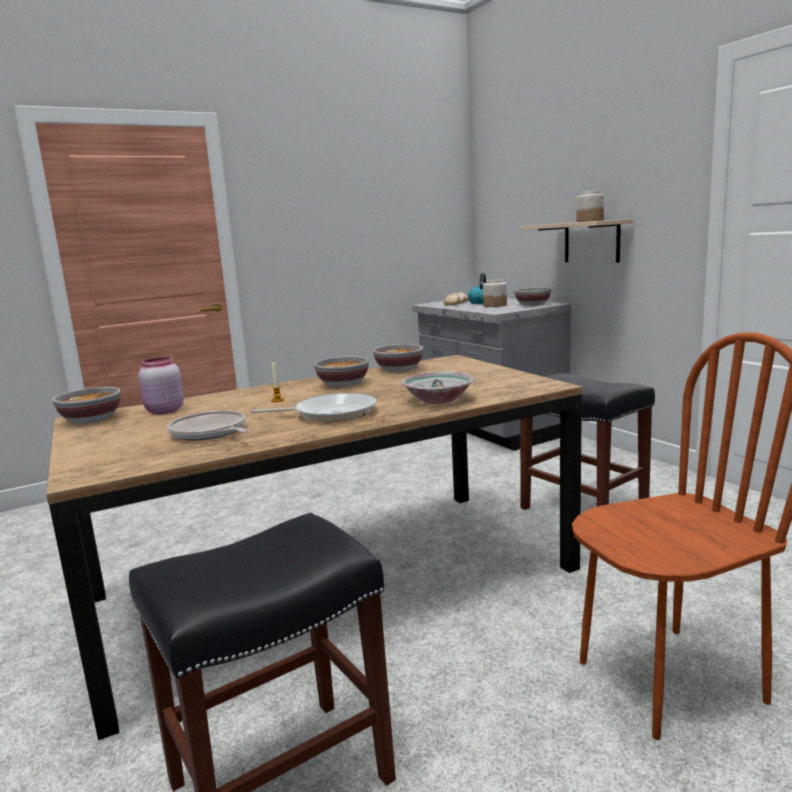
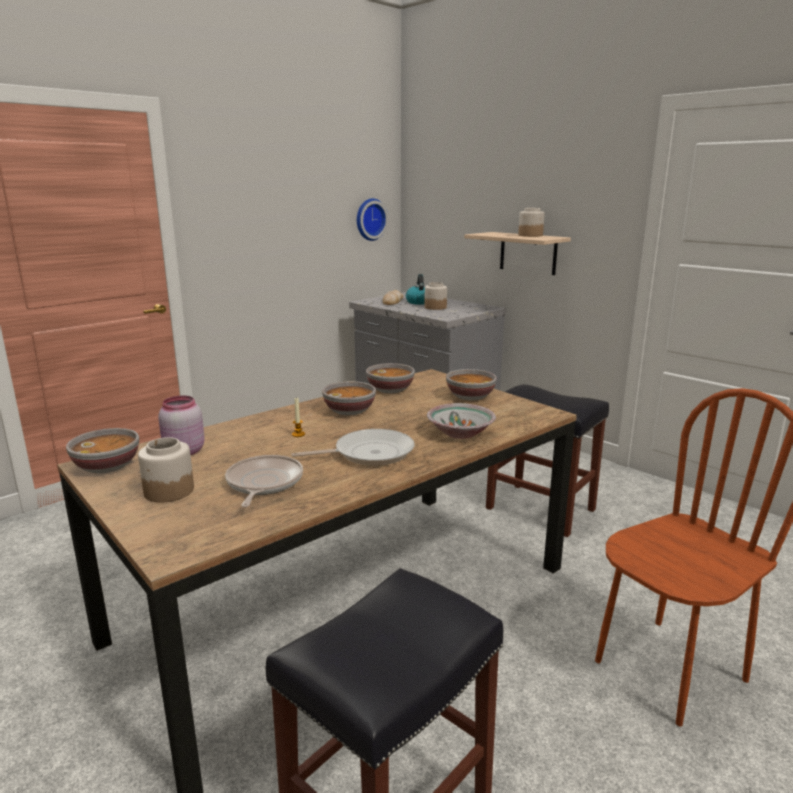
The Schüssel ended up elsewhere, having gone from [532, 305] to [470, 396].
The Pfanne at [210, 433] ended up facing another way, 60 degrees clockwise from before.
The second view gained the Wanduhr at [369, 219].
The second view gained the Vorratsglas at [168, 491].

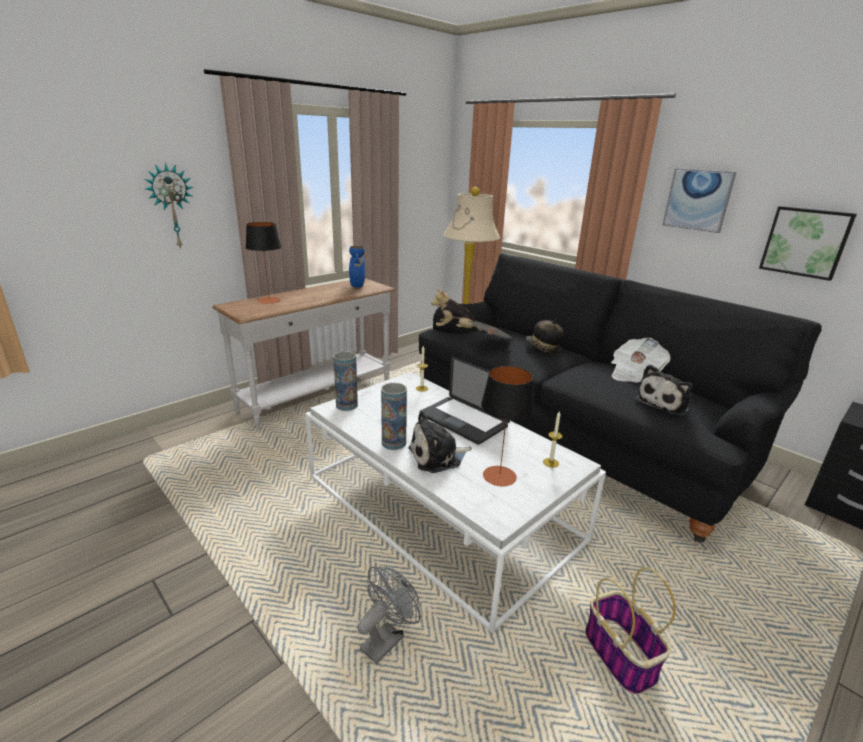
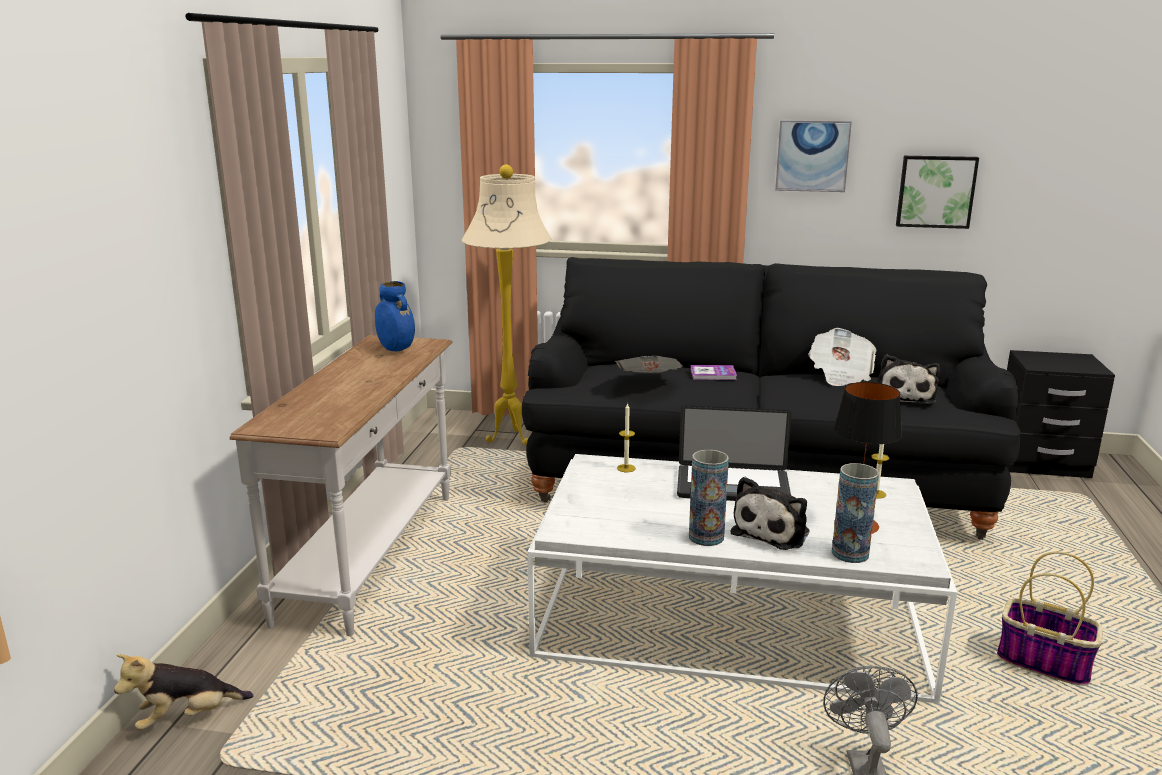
The second view lost the Wanduhr at [171, 207].
The second view lost the Tischlampe at [269, 300].
The Plüschtier ended up elsewhere, having gone from [457, 331] to [187, 718].
Where the Hut stood at [542, 348], the Buch came to stand at [713, 374].
The Vase ended up elsewhere, having gone from [346, 405] to [850, 553].

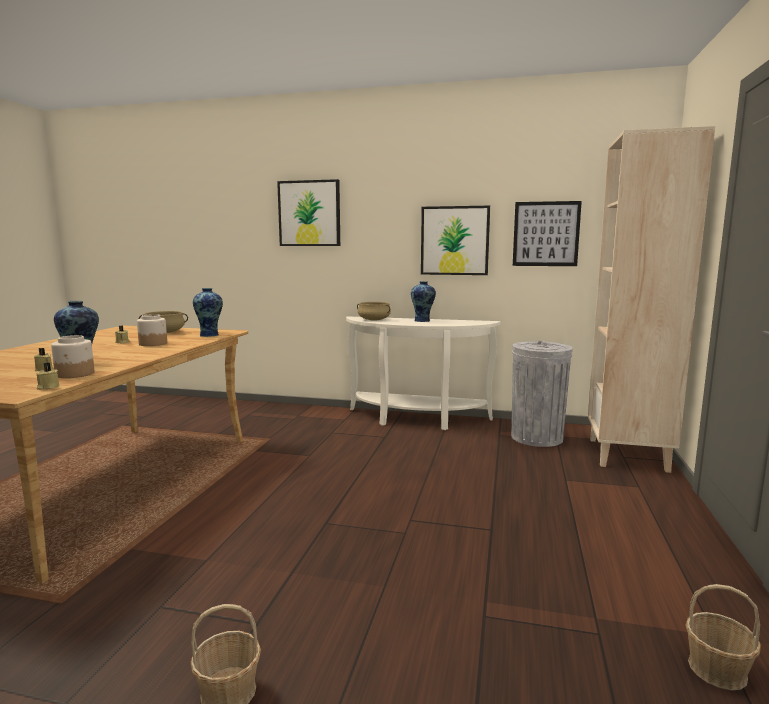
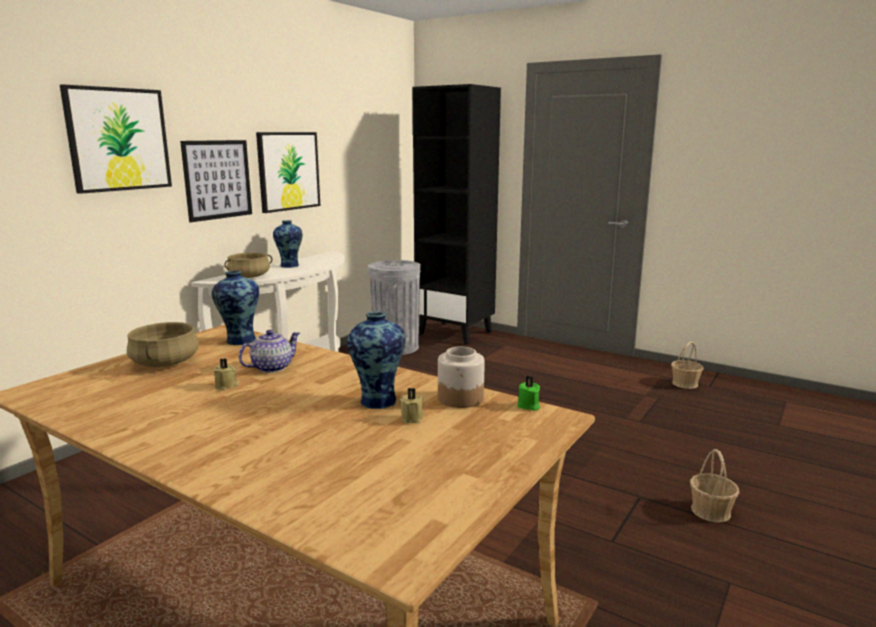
What was the Bücherregal (beige) at [628, 455] turned into the Bücherregal (schwarz) at [455, 333].
The Bild ended up elsewhere, having gone from [546, 234] to [217, 179].
Where the Vorratsglas stood at [153, 344], the Teekanne came to stand at [271, 368].
What was the Kerze (beige) at [48, 387] turned into the Kerze (grün) at [528, 406].

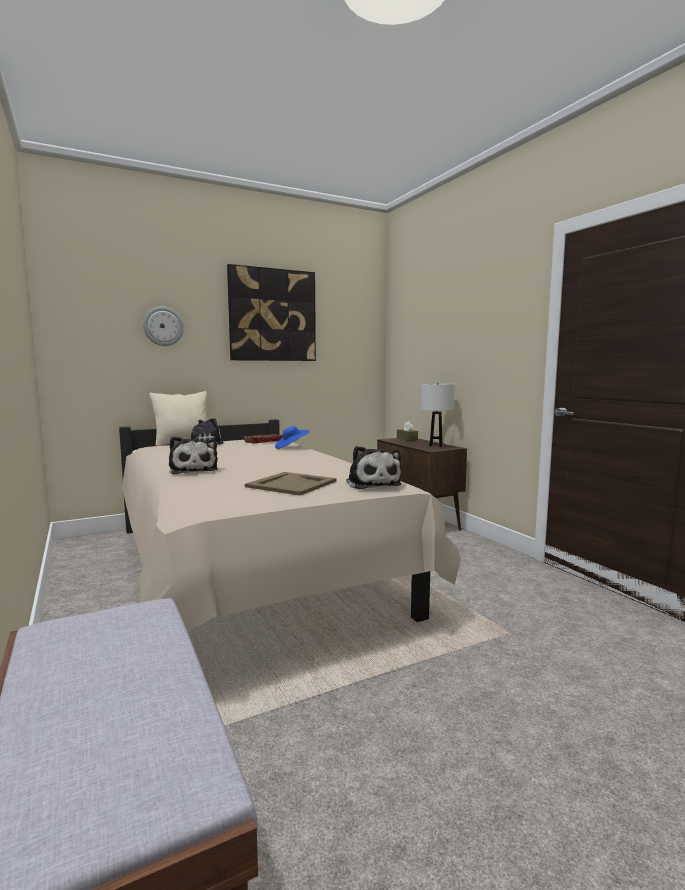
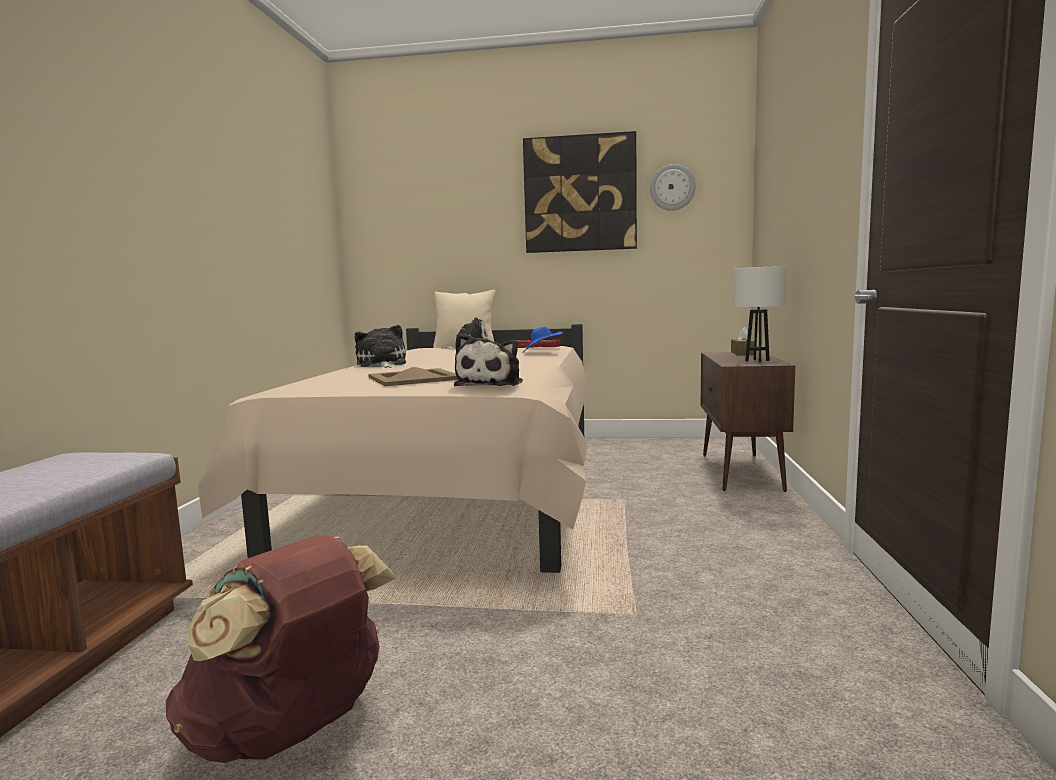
The Wanduhr ended up elsewhere, having gone from [163, 326] to [672, 187].
The Plüschtier at [193, 470] ended up facing another way, 150 degrees clockwise from before.
The second view gained the Rucksack (braun) at [292, 732].

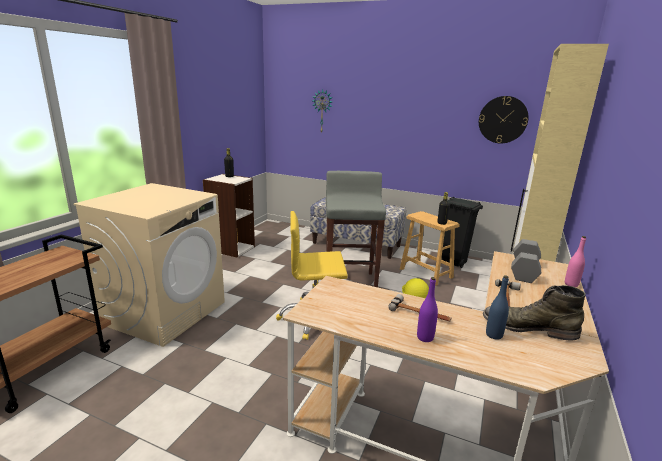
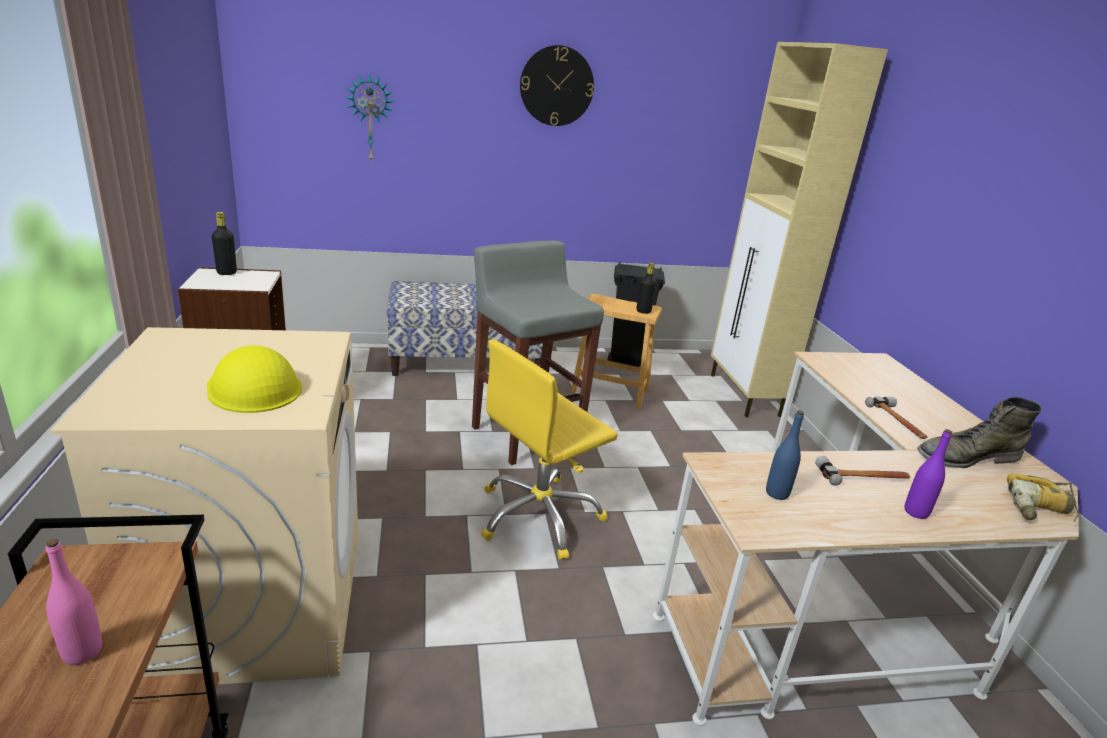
The Wanduhr ended up elsewhere, having gone from [503, 119] to [556, 86].
The Flasche (rosa) ended up elsewhere, having gone from [571, 284] to [82, 652].
The second view lost the Hantel (grau) at [525, 271].
The Flasche (blau) ended up elsewhere, having gone from [494, 335] to [777, 493].
The Schutzhelm (gelb) ended up elsewhere, having gone from [415, 292] to [254, 388].
The second view gained the Bohrmaschine at [1041, 508].

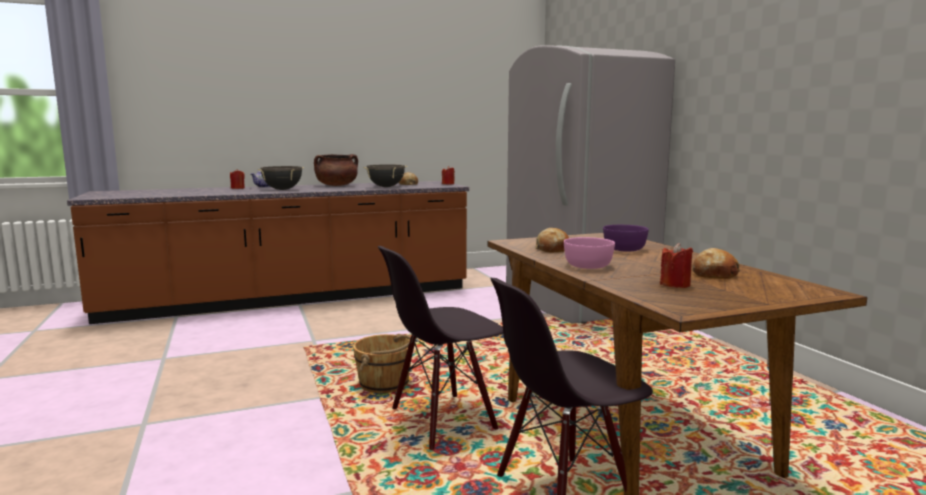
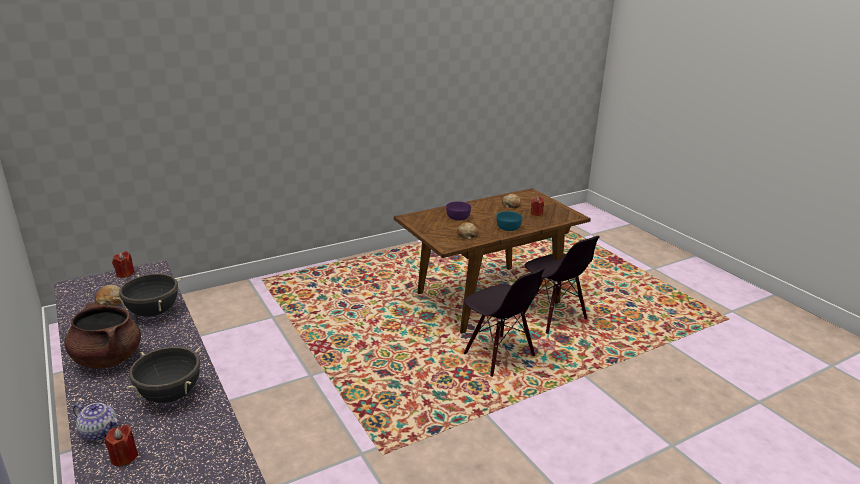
The second view lost the Kühlschrank (grau) at [574, 301].
What was the Schüssel (rosa) at [587, 265] turned into the Schüssel (türkis) at [508, 228].
The second view lost the Eimer (braun) at [385, 384].

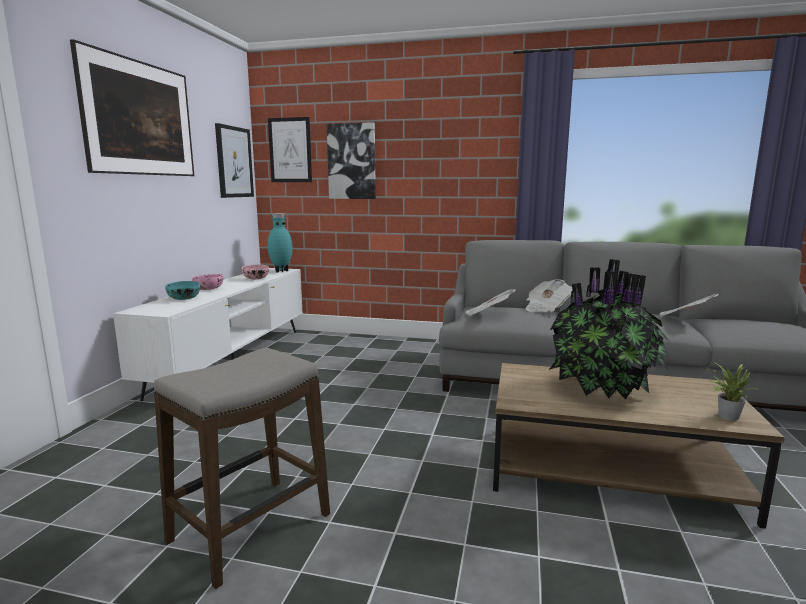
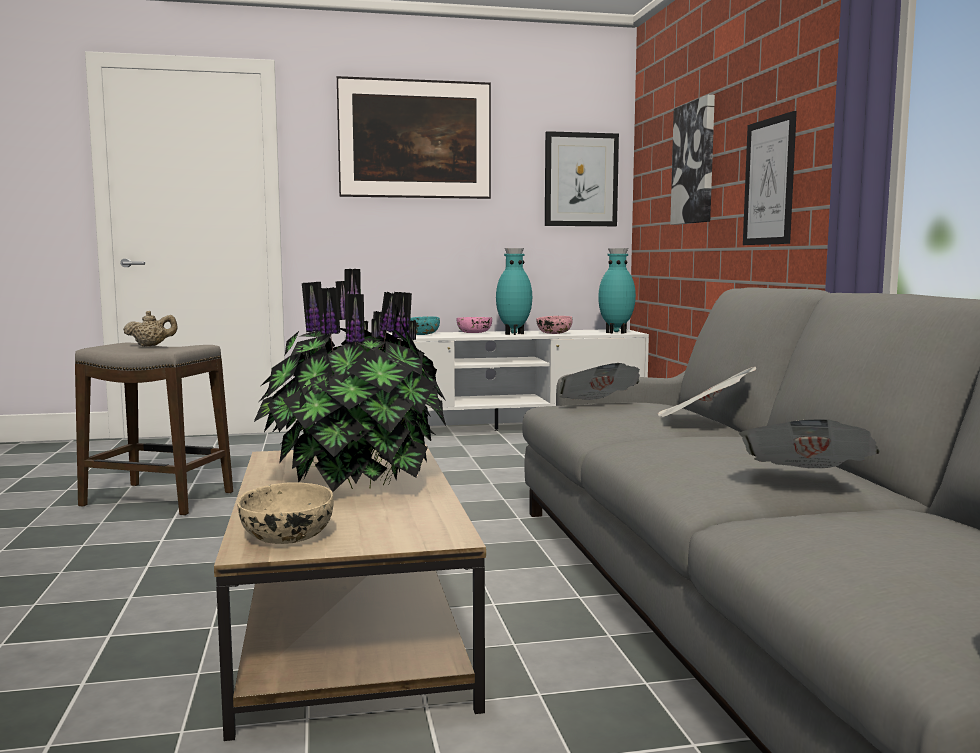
The Bild ended up elsewhere, having gone from [290, 150] to [769, 182].
Where the Topfpflanze stood at [725, 416], the Schüssel (beige) came to stand at [286, 537].
The second view gained the Vase (türkis) at [513, 334].
The second view gained the Teekanne (beige) at [151, 346].

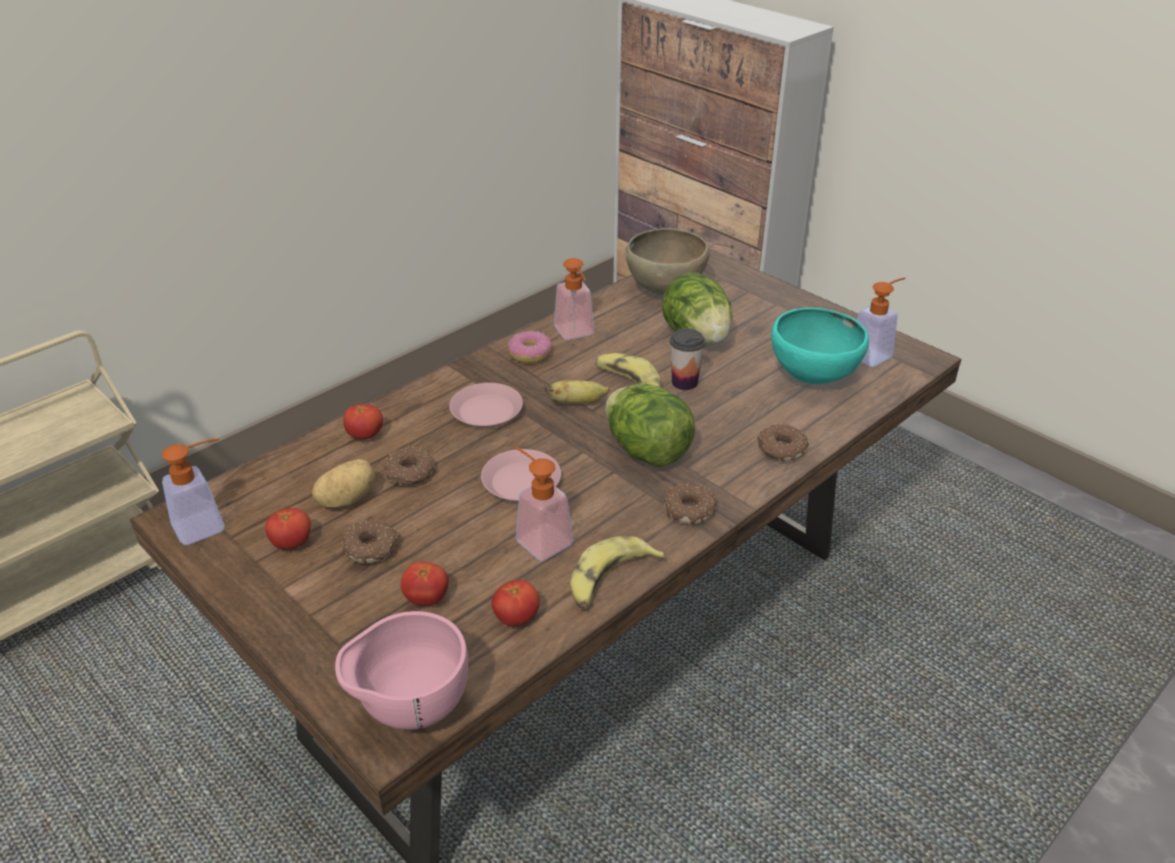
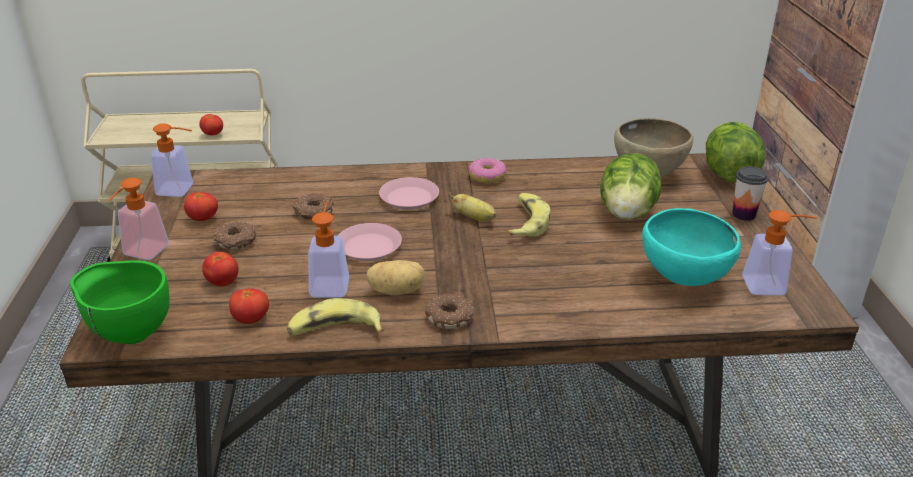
The Seifenspender ended up elsewhere, having gone from [576, 334] to [142, 254].
The Tasse ended up elsewhere, having gone from [684, 382] to [743, 214].
The Salatkopf ended up elsewhere, having gone from [647, 451] to [728, 174].
The Tomate ended up elsewhere, having gone from [365, 436] to [213, 134].
The second view lost the Donut at [780, 449].
The Kartoffel ended up elsewhere, having gone from [346, 498] to [397, 291].
What was the Schüssel (rosa) at [410, 710] turned into the Schüssel (grün) at [130, 334].

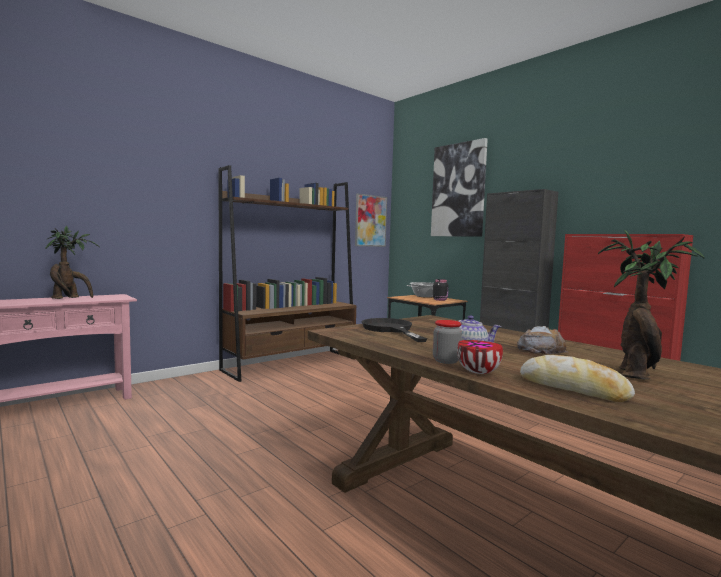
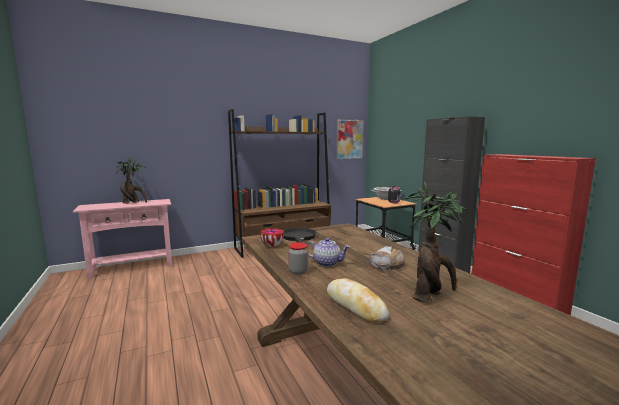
The second view lost the Bild at [458, 190].
The Schüssel ended up elsewhere, having gone from [479, 373] to [272, 246].

